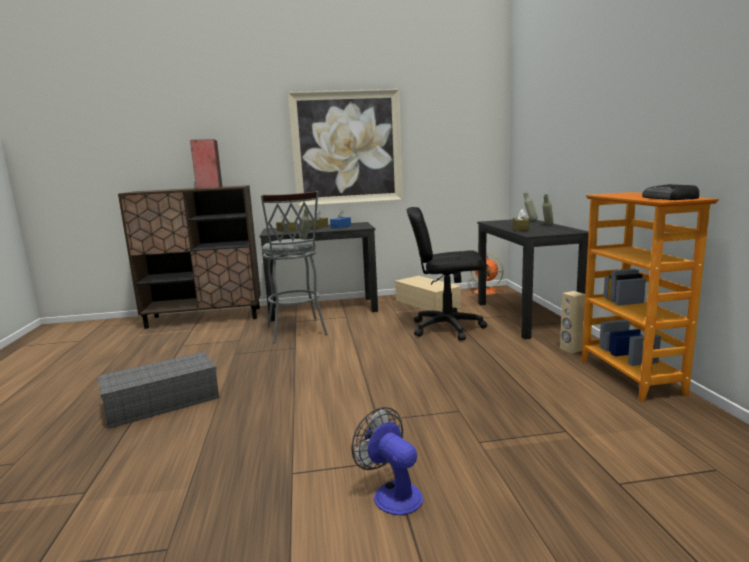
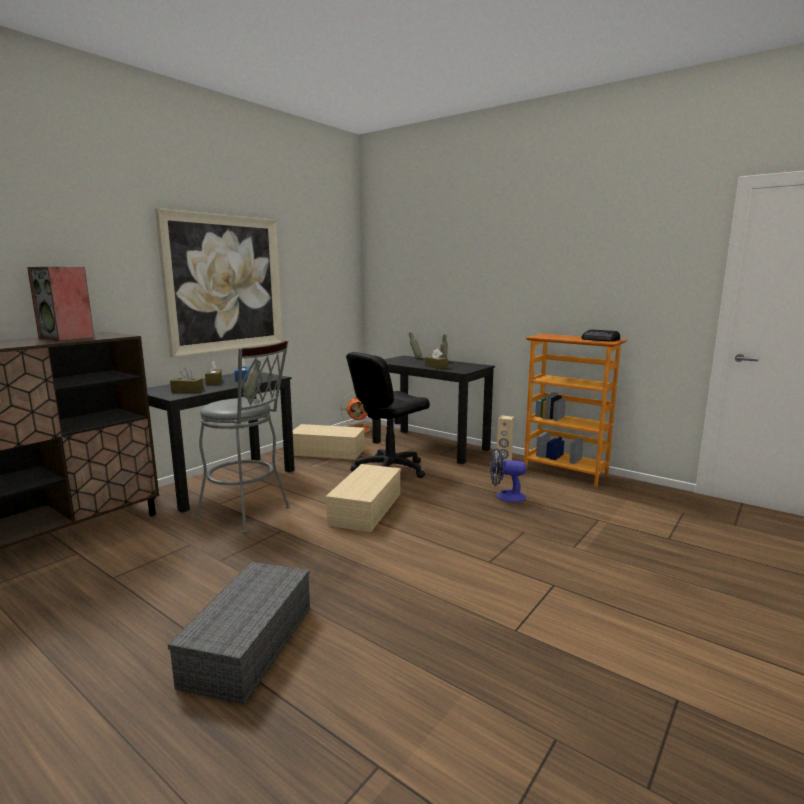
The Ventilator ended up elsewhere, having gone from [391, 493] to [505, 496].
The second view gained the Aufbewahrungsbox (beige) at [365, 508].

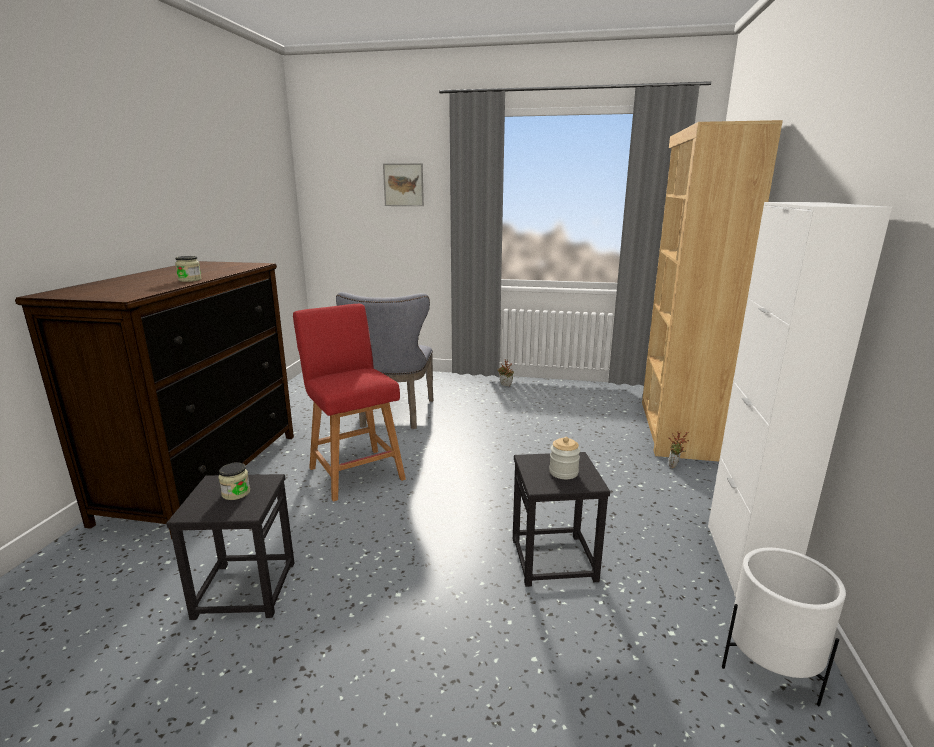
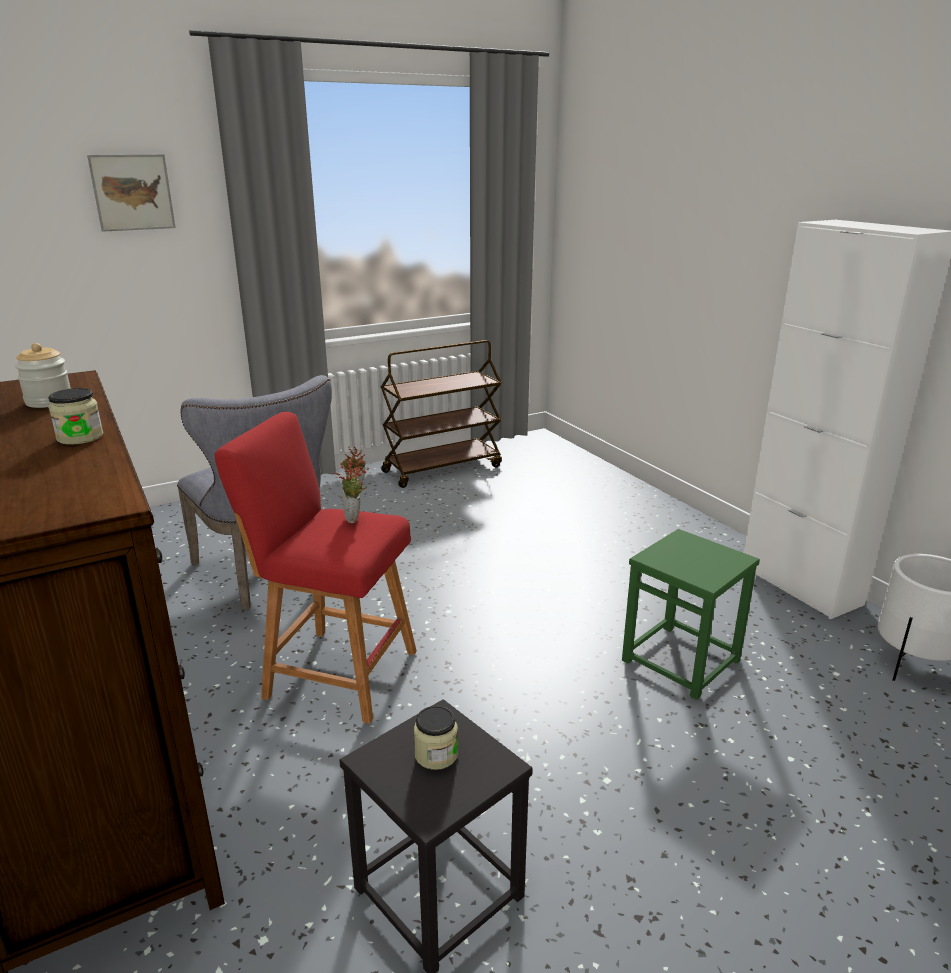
The second view lost the Bücherregal (braun) at [676, 429].
The Topfpflanze ended up elsewhere, having gone from [674, 466] to [355, 519].
The Vorratsglas ended up elsewhere, having gone from [563, 472] to [49, 401].
What was the Hocker (schwarz) at [554, 559] turned into the Hocker (grün) at [681, 660].
The second view gained the Rollwagen (braun) at [442, 468].

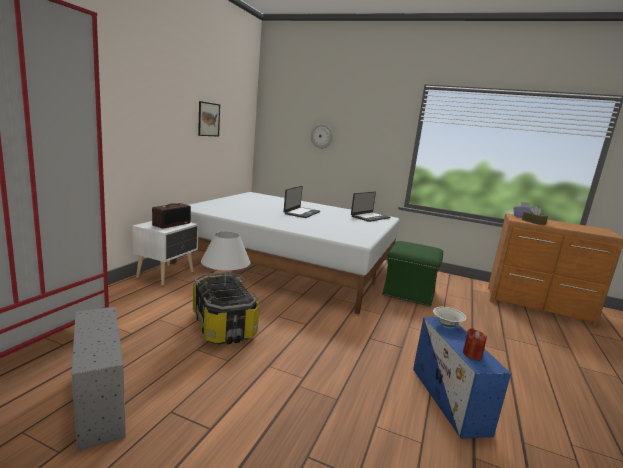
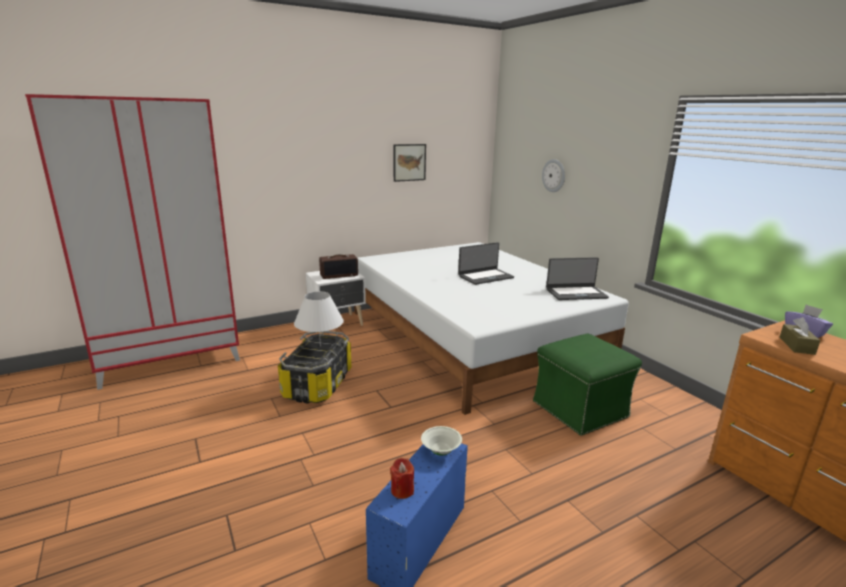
The second view lost the Aufbewahrungsbox (grau) at [100, 403].

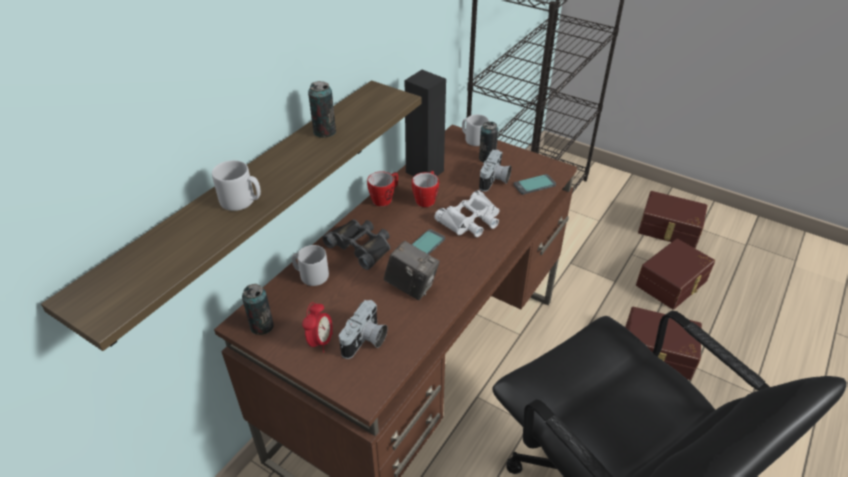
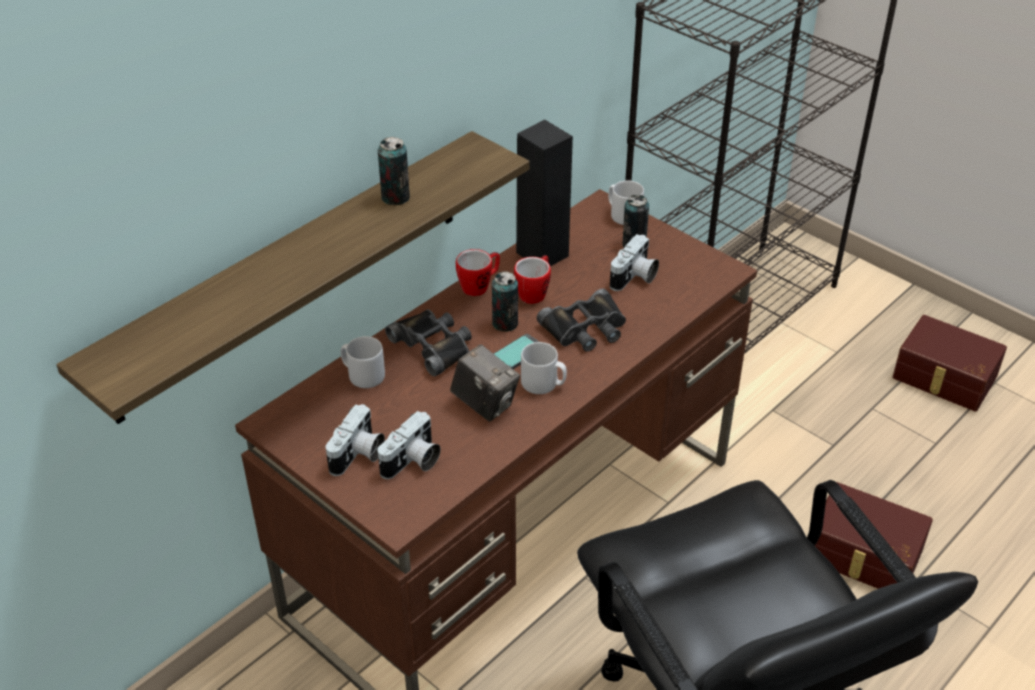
The Henkelbecher (grau) ended up elsewhere, having gone from [241, 201] to [543, 384].
The second view lost the Handy at [534, 185].
What was the Fernglas (weiß) at [471, 220] turned into the Fernglas (schwarz) at [586, 329].
The second view lost the Aufbewahrungsbox (braun) at [673, 283].
The Dose ended up elsewhere, having gone from [262, 326] to [505, 323].
Where the Wecker stood at [320, 341], the Kamera came to stand at [358, 455].

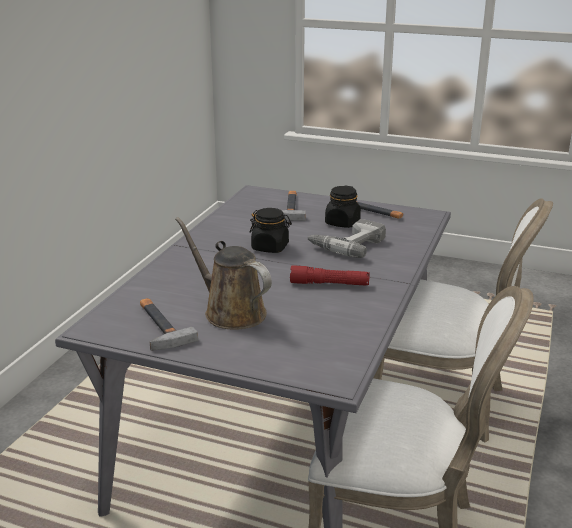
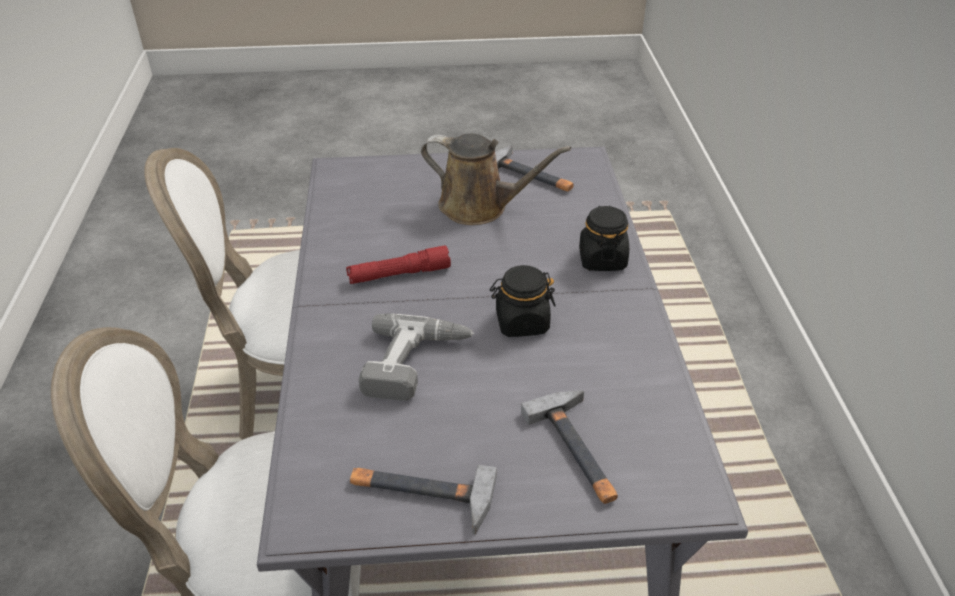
The Vorratsglas (schwarz) ended up elsewhere, having gone from [342, 223] to [602, 259].

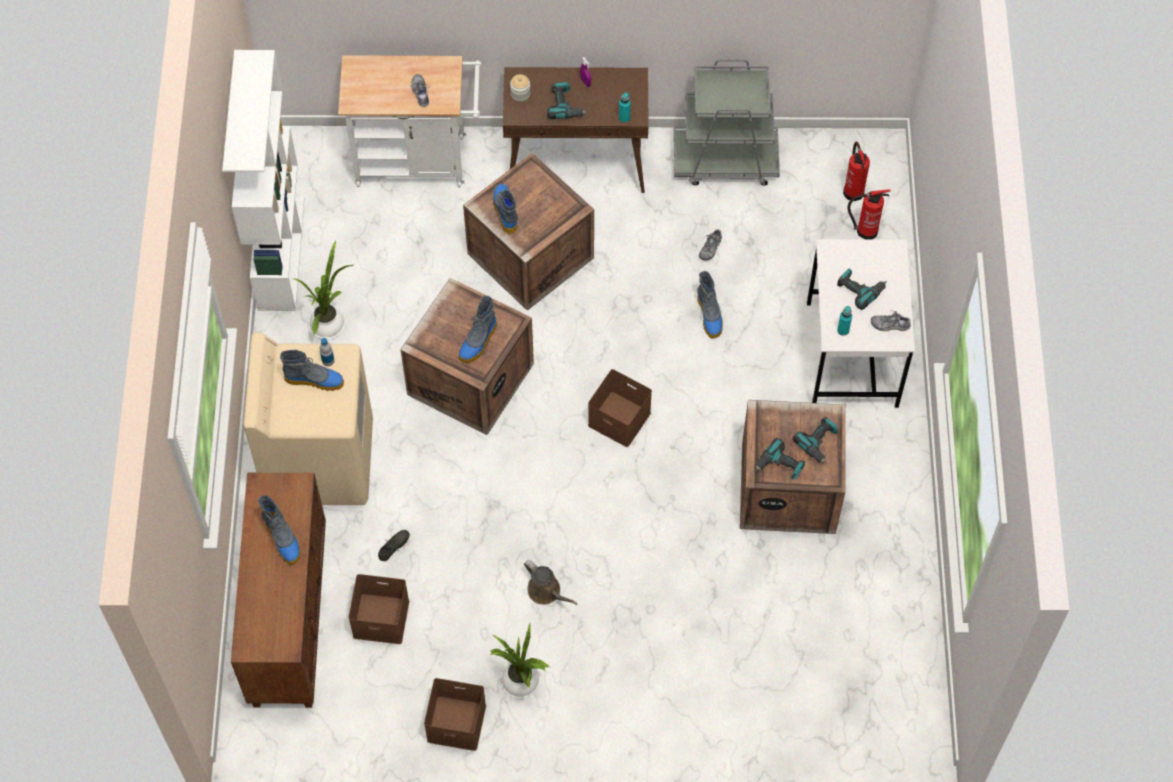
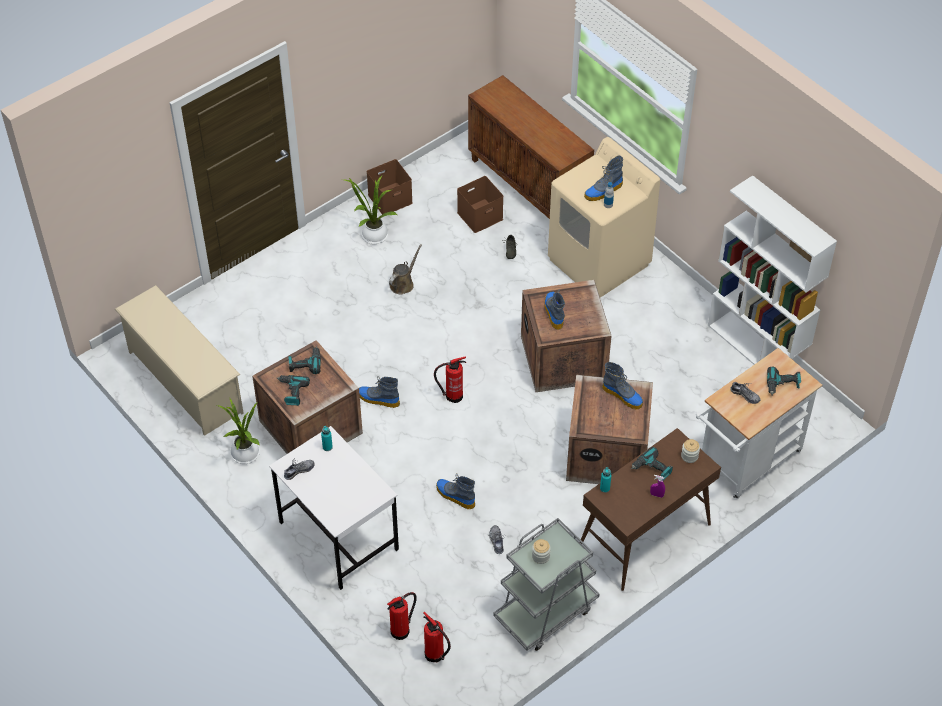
The Topfpflanze ended up elsewhere, having gone from [329, 324] to [245, 456].
The Bohrmaschine ended up elsewhere, having gone from [860, 289] to [782, 385].
Where the Aufbewahrungsbox (braun) stood at [617, 419], the Feuerlöscher came to stand at [452, 396].
The Stiefel ended up elsewhere, having gone from [283, 539] to [378, 399].
The Gießkanne (braun) at [546, 592] ended up facing another way, 120 degrees clockwise from before.
The second view gained the Schuhregal (beige) at [184, 381].
The second view gained the Vorratsglas at [540, 556].

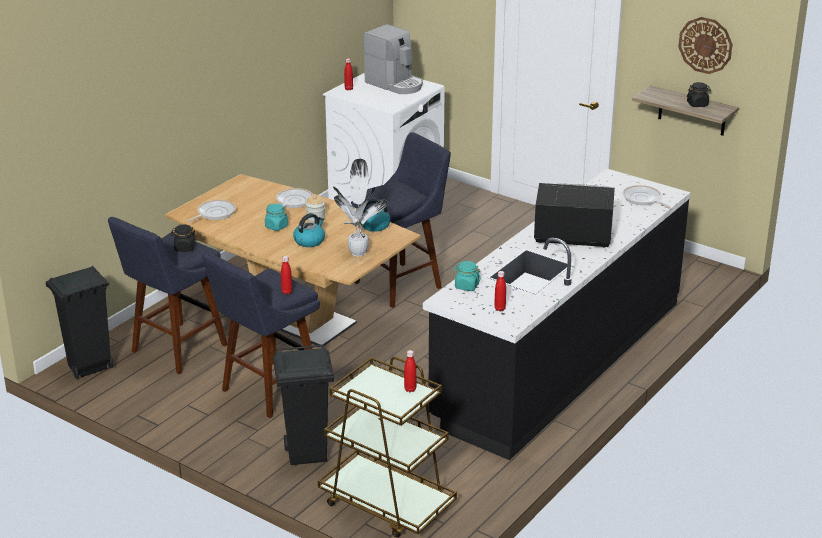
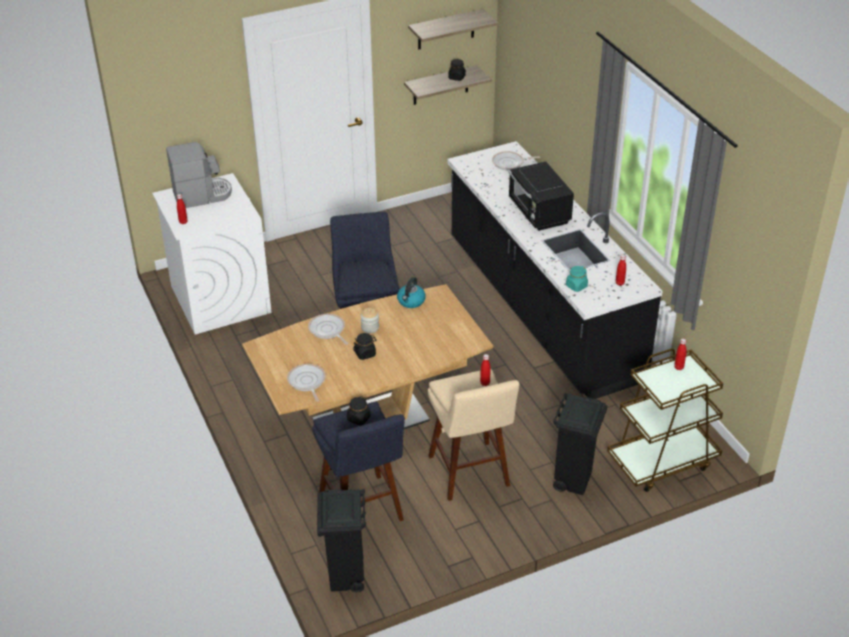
Where the Wanduhr hung at [705, 45], the Wandregal came to hang at [446, 30].
The second view lost the Topfpflanze at [358, 252].
The Mikrowelle (schwarz) at [571, 236] ended up facing another way, 60 degrees counterclockwise from before.
What was the Vorratsglas (türkis) at [276, 226] turned into the Vorratsglas (schwarz) at [365, 353].
The second view lost the Wasserkessel at [309, 241].
What was the Hocker (blau) at [266, 392] turned into the Hocker (beige) at [470, 475].

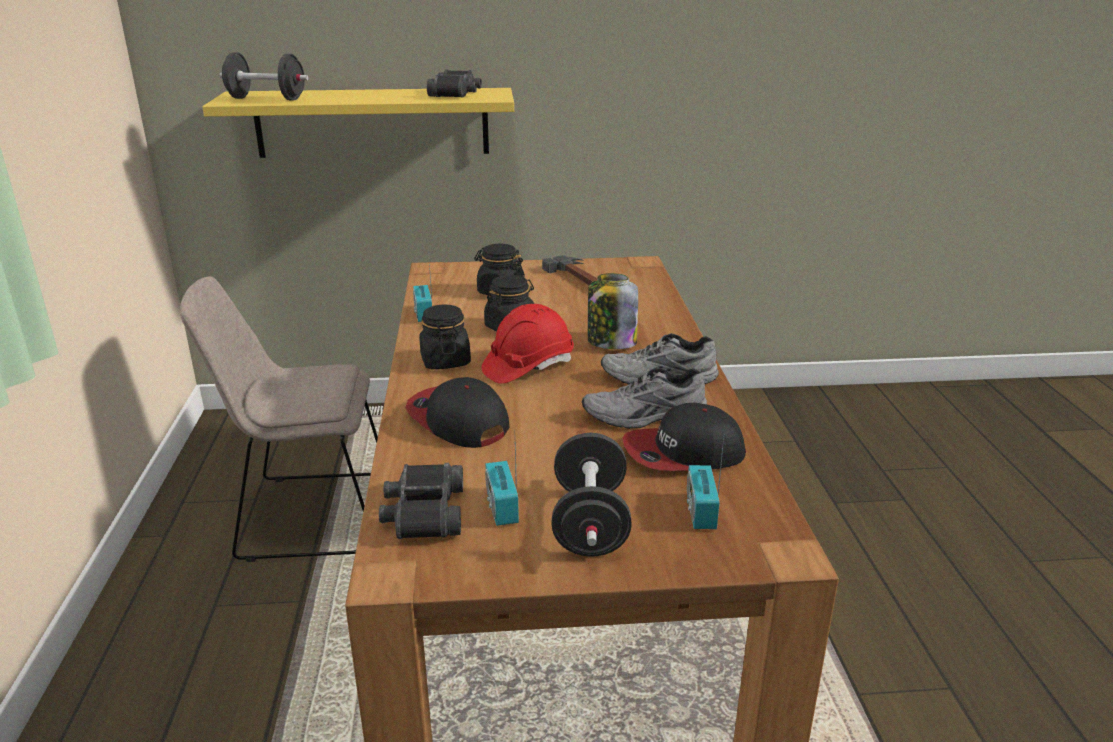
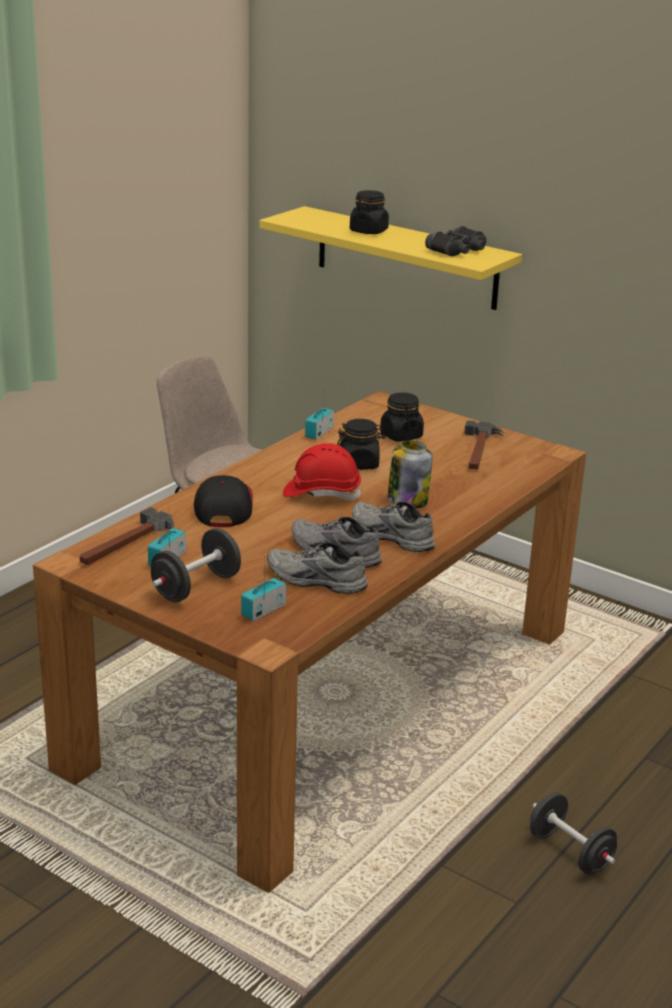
The Hantel (schwarz) ended up elsewhere, having gone from [266, 99] to [570, 852].
The Vorratsglas (schwarz) ended up elsewhere, having gone from [445, 361] to [368, 231].
Where the Kappe stood at [683, 453], the Schuh (grau) came to stand at [315, 581].
Where the Fernglas (schwarz) stood at [423, 513], the Hammer came to stand at [127, 544].

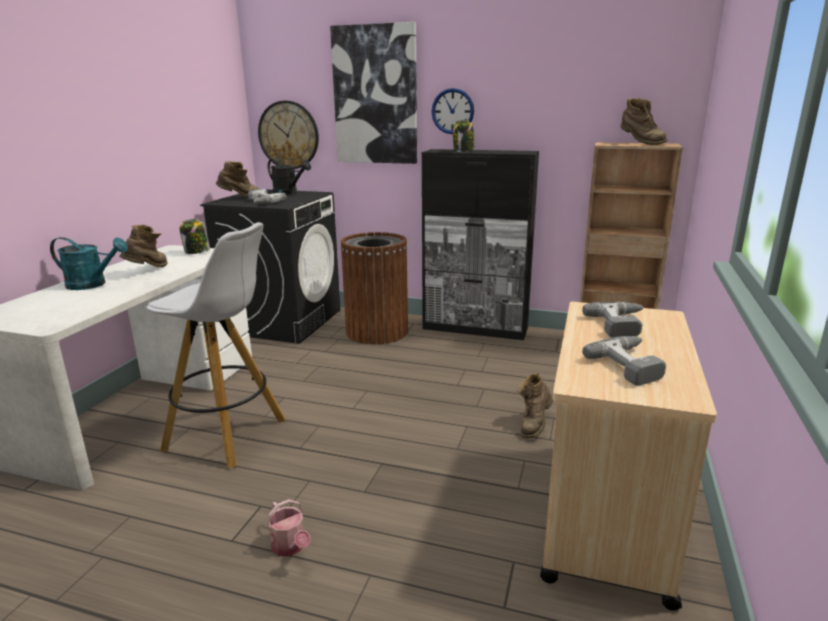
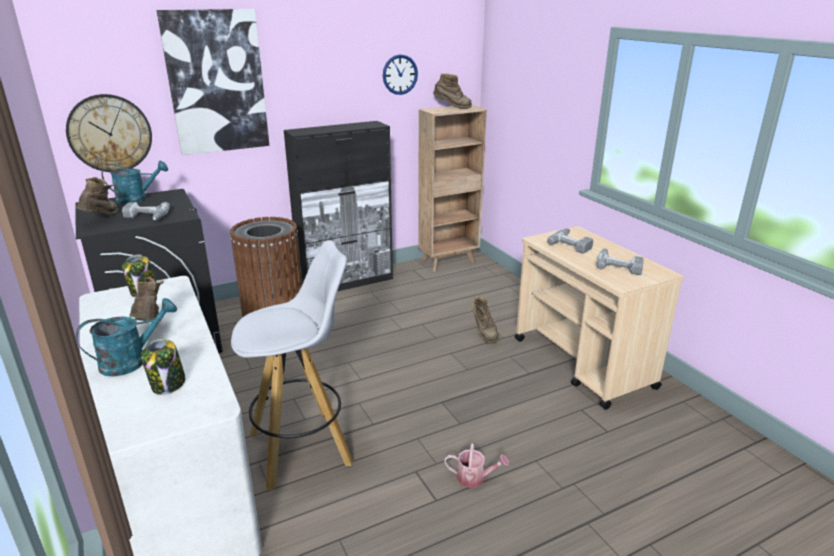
The Wanduhr ended up elsewhere, having gone from [452, 111] to [400, 74].
The Vorratsglas ended up elsewhere, having gone from [463, 151] to [168, 384].
What was the Gießkanne (schwarz) at [289, 192] turned into the Gießkanne (türkis) at [137, 199].

